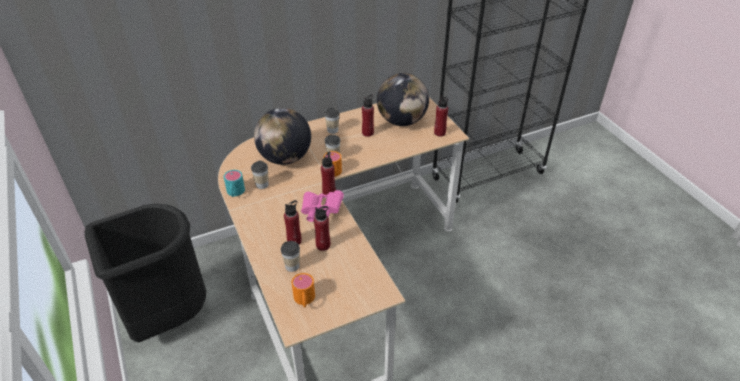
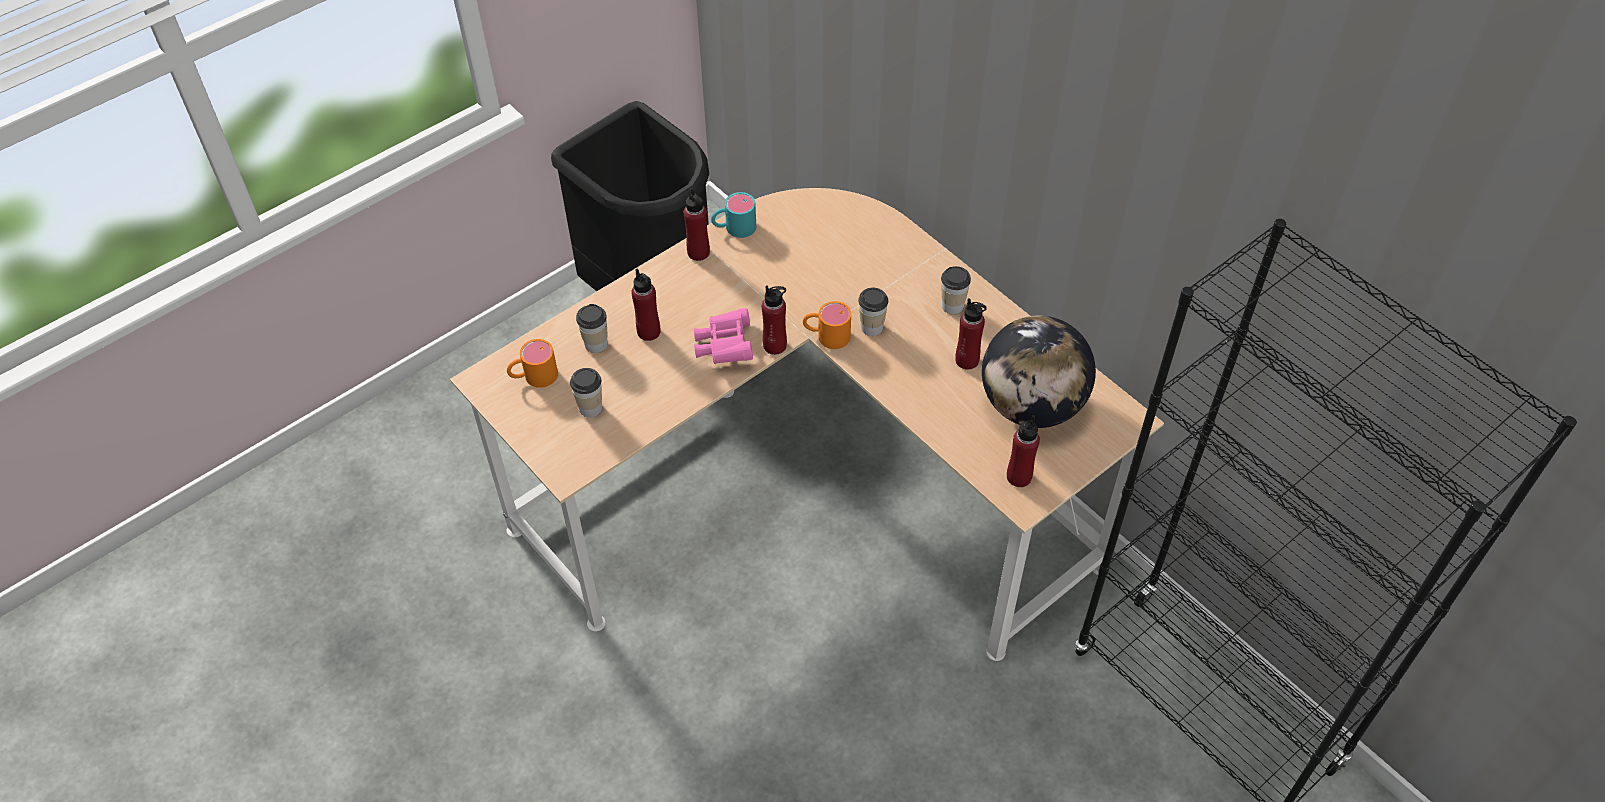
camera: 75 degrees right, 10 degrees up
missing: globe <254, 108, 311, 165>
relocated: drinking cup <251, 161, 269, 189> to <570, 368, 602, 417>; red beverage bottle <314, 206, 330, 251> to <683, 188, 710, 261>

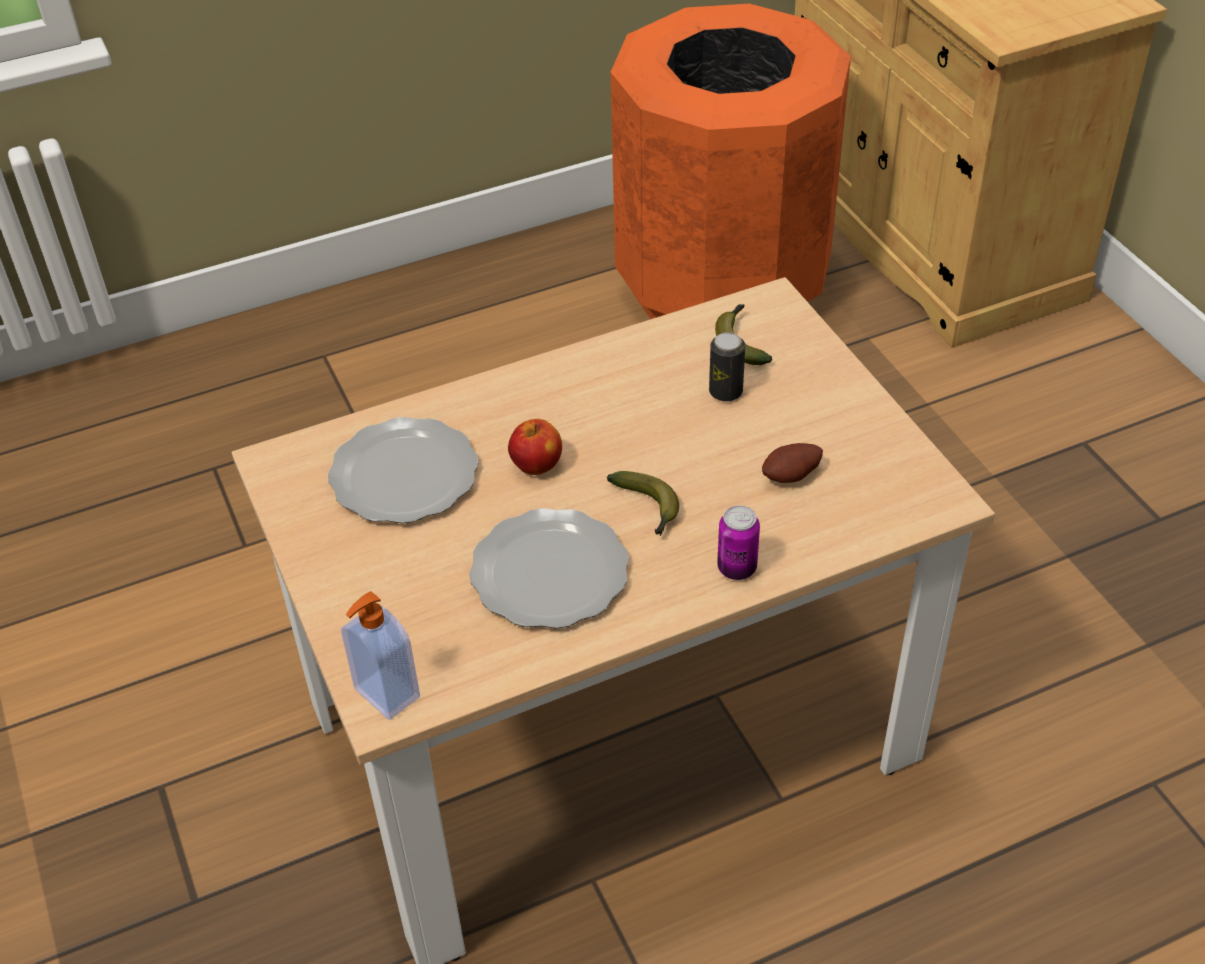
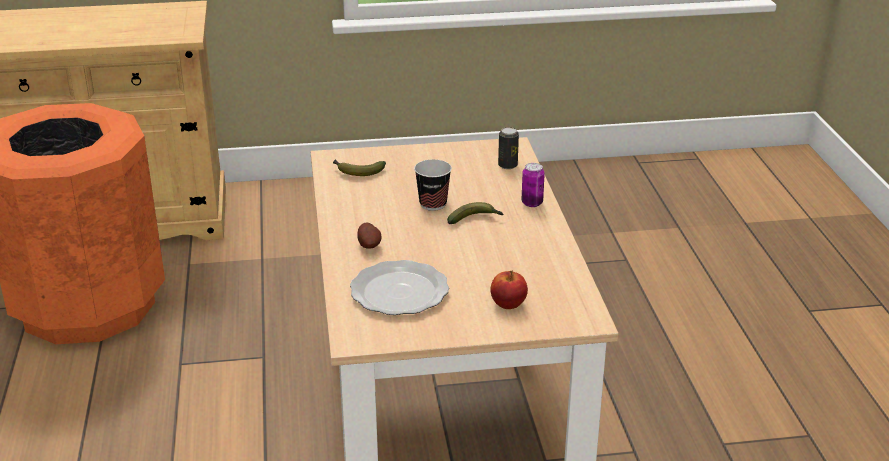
camera: 75 degrees left, 15 degrees down
missing: soap dispenser <341, 591, 420, 720>; flat dish <469, 508, 629, 629>
appeared: drinking cup <414, 159, 452, 211>
relocated: potato <762, 443, 823, 483> to <357, 222, 382, 249>; apple <508, 419, 562, 475> to <490, 271, 528, 309>; sealed can <709, 332, 745, 402> to <498, 127, 519, 169>

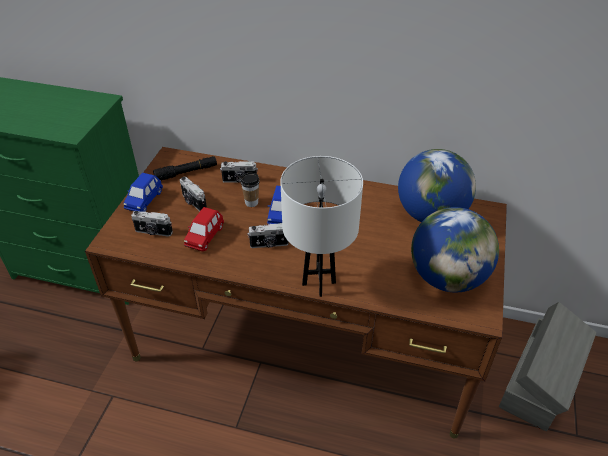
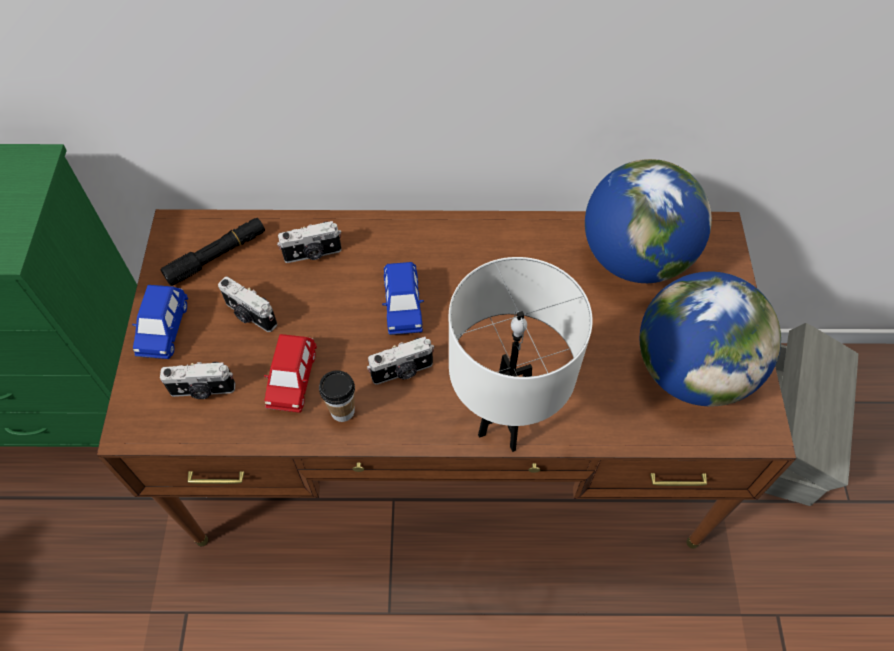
camera: 15 degrees left, 15 degrees up
relocated: drinking cup <240, 173, 260, 207> to <319, 370, 355, 422>

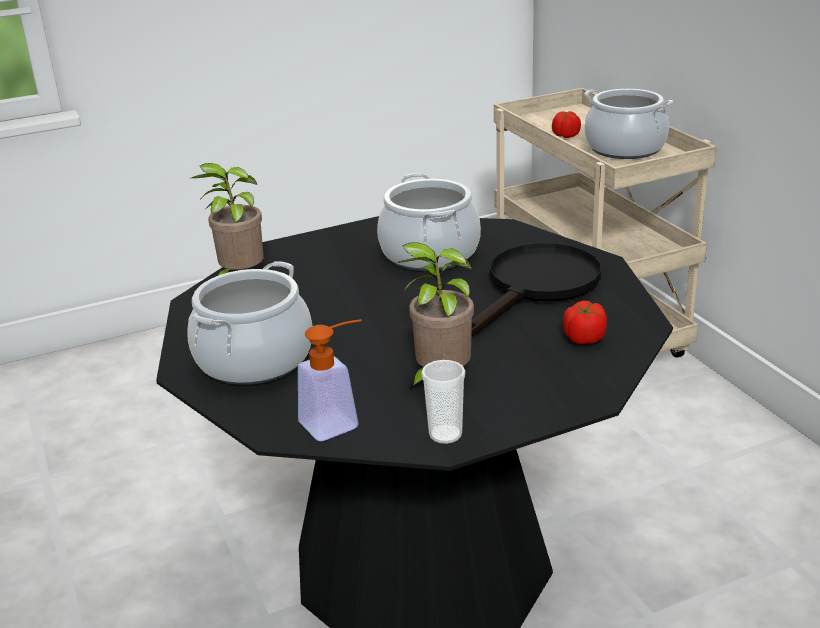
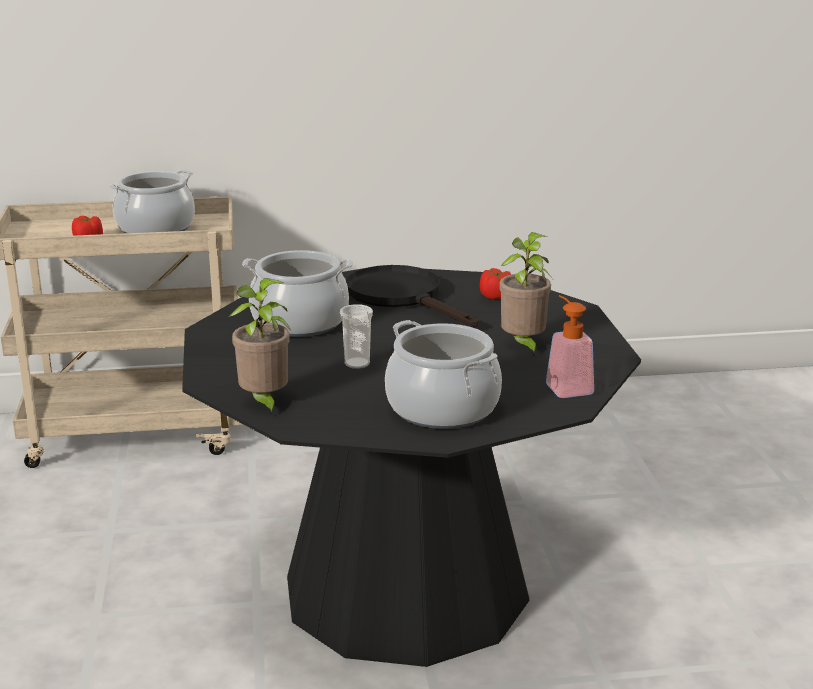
camera: 75 degrees left, 5 degrees down
relocated: drinking cup <421, 360, 466, 444> to <340, 304, 373, 369>

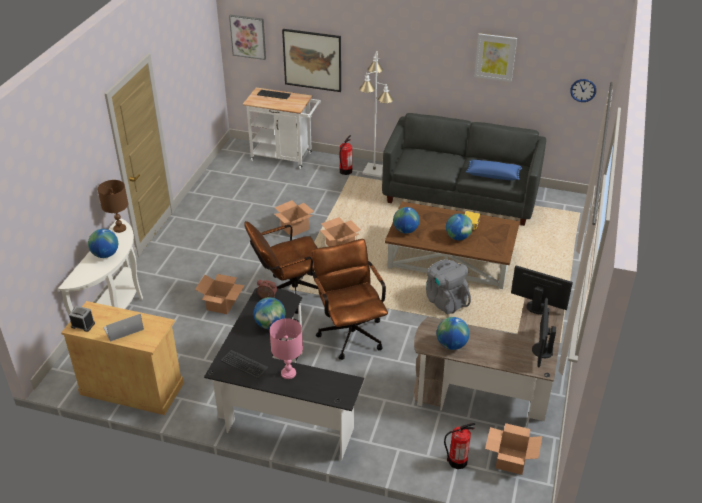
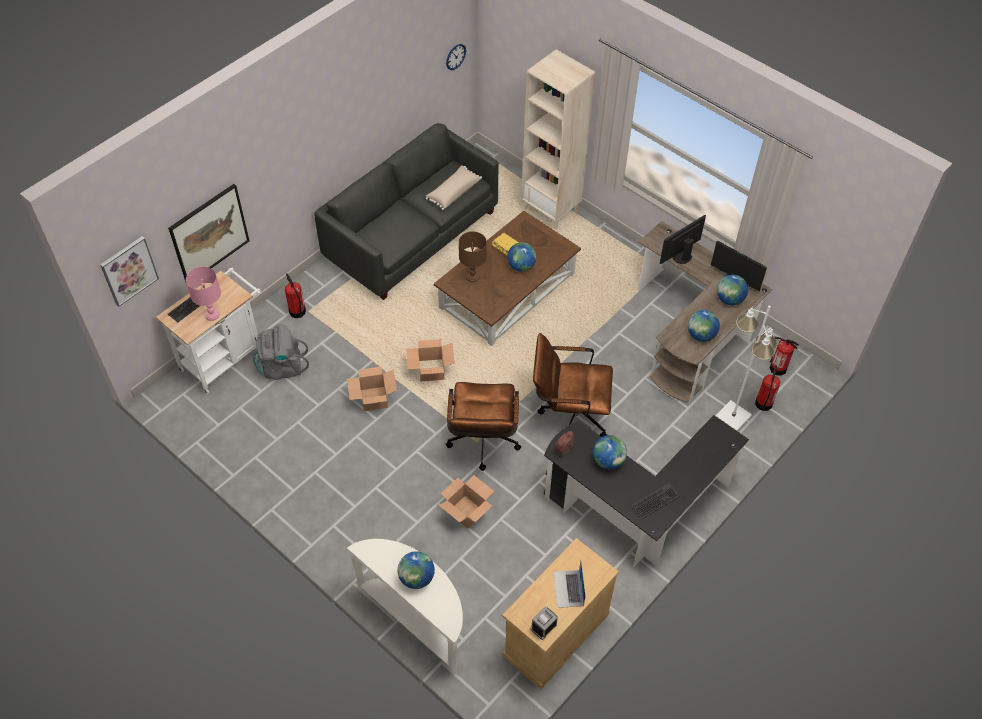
camera: 65 degrees left, 15 degrees up
missing: picture <474, 33, 517, 82>
appeared: sand-coloured shelving unit <521, 49, 595, 230>
relocated: pinkish lamp for a table <270, 318, 303, 379> to <186, 267, 221, 321>; gray backpack <426, 259, 471, 314> to <253, 324, 309, 380>; brownish lamp for a table <98, 180, 128, 233> to <459, 232, 486, 282>; white standard lamp <359, 51, 393, 177> to <716, 306, 777, 431>; globe <393, 207, 420, 234> to <717, 275, 748, 305>
exchanged: cardboard box <485, 423, 542, 475> to fire extinguisher <770, 337, 799, 376>
colour: bluish cushion <466, 160, 522, 180> to sand-coloured cushion <426, 165, 482, 210>

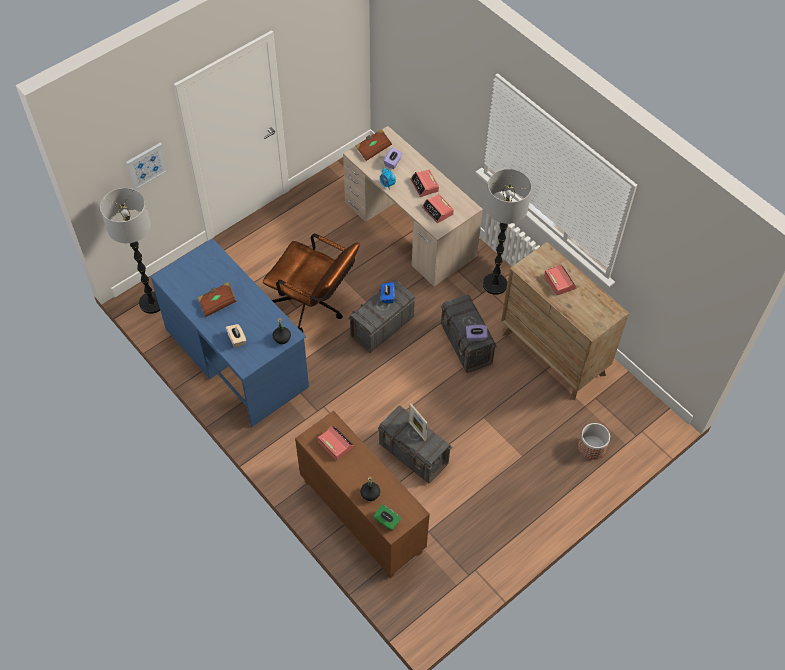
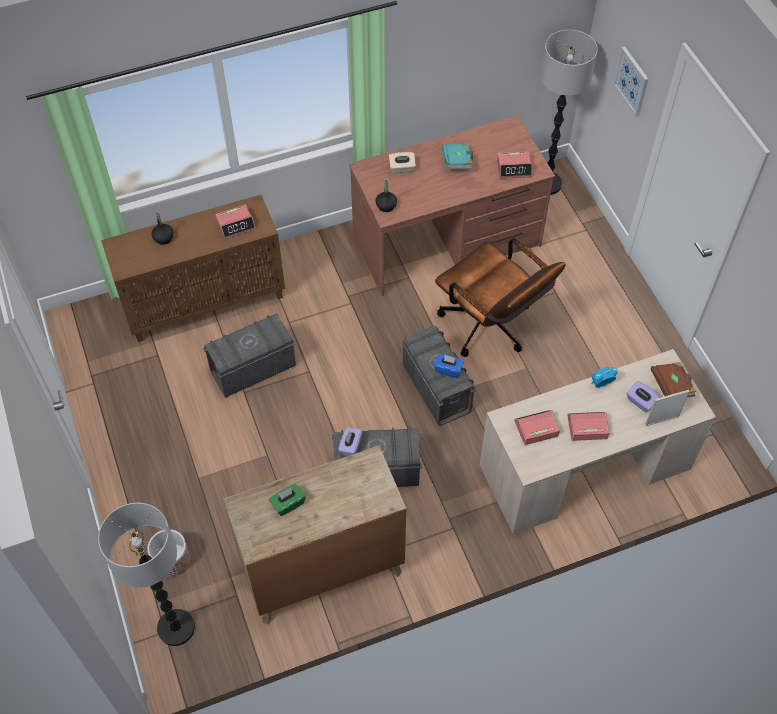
camera: 110 degrees right, 0 degrees up
relocated: standard lamp <483, 169, 532, 295> to <98, 503, 195, 646>; green tissue box <373, 504, 401, 531> to <269, 484, 306, 516>; alarm clock <544, 264, 577, 295> to <497, 151, 532, 179>; photo frame <409, 403, 428, 441> to <645, 390, 690, 426>
colour: bluish desk unit <150, 238, 309, 427> to brownish desk unit <349, 115, 555, 296>; brownish bound book <198, 282, 236, 317> to turquoise-coloured bound book <442, 143, 473, 169>
spun: brownish computer chair <263, 234, 359, 333> = <435, 238, 565, 357> 90 degrees counterclockwise

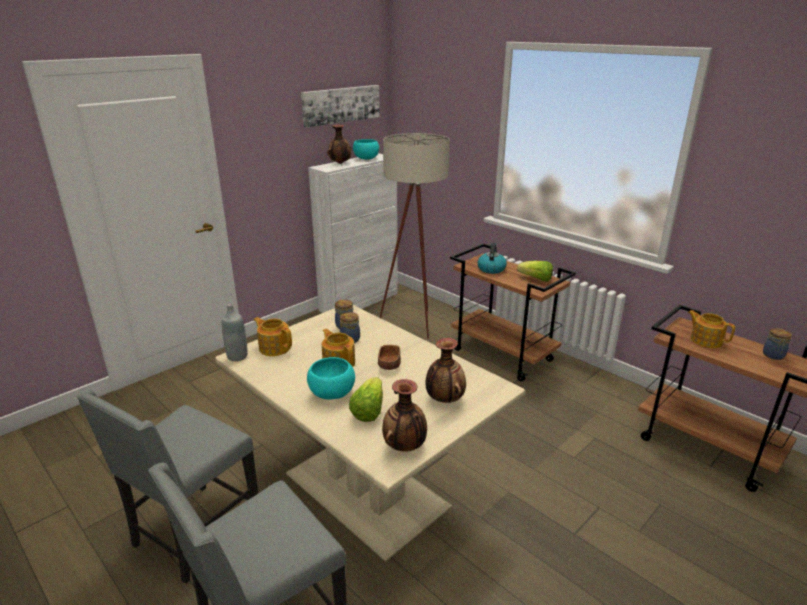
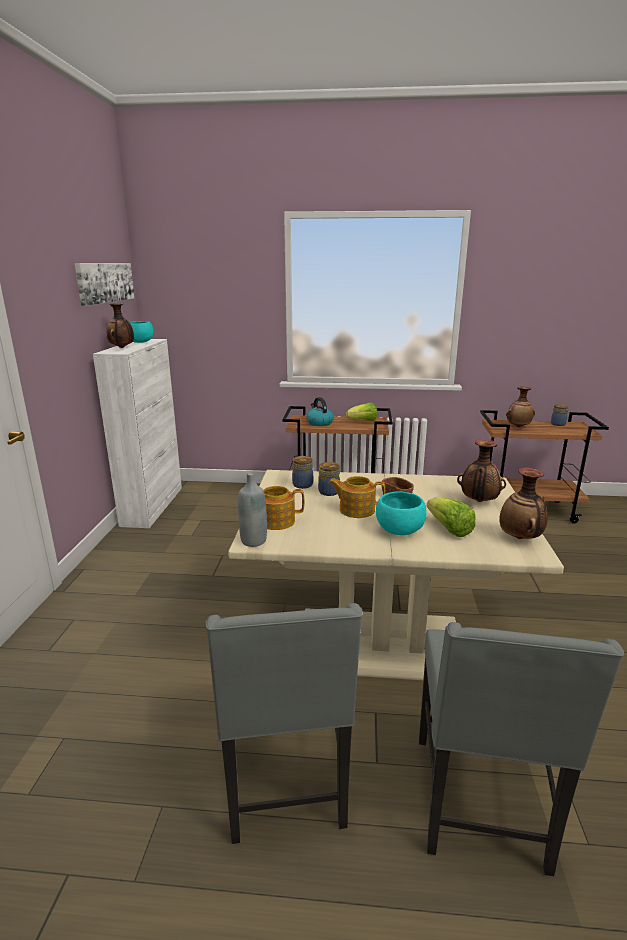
camera: 40 degrees left, 5 degrees down
missing: sand-coloured standard lamp <379, 133, 450, 339>
exchanged: tea pot <688, 310, 735, 348> to flower vase <506, 387, 535, 427>

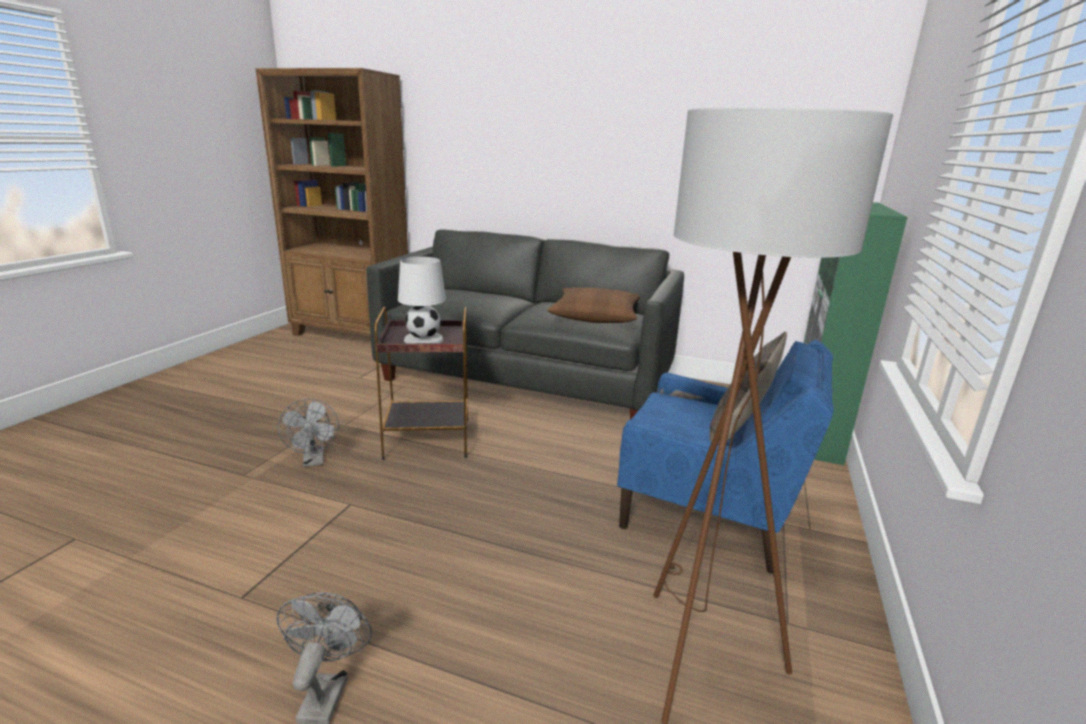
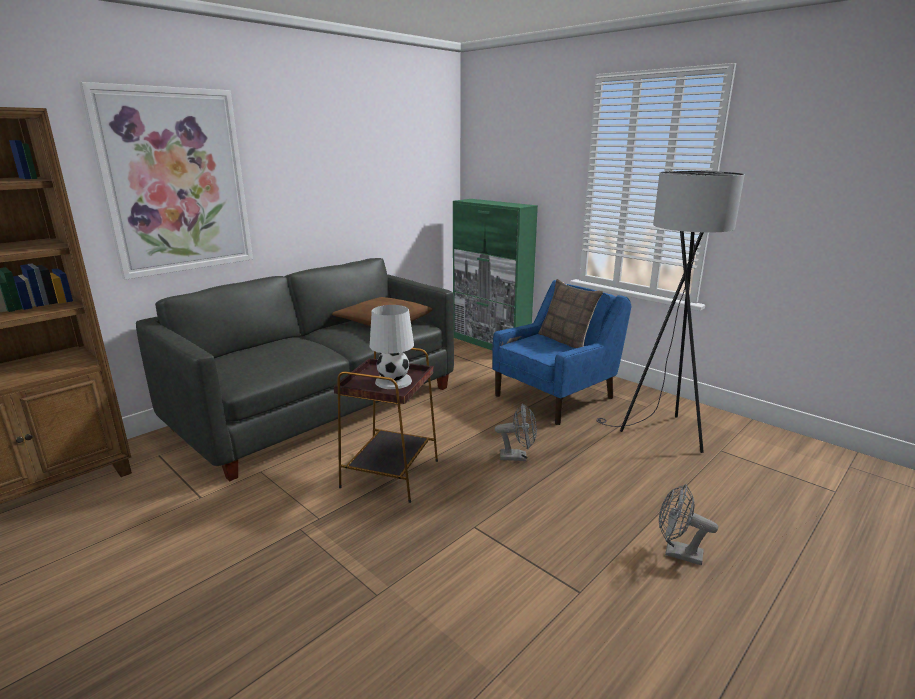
camera: 65 degrees left, 0 degrees up
appeared: picture <79, 82, 253, 280>
relocated: gray electric fan <278, 399, 339, 467> to <495, 403, 537, 461>
colour: brownish standard lamp <653, 107, 893, 724> to gray standard lamp <596, 171, 745, 453>

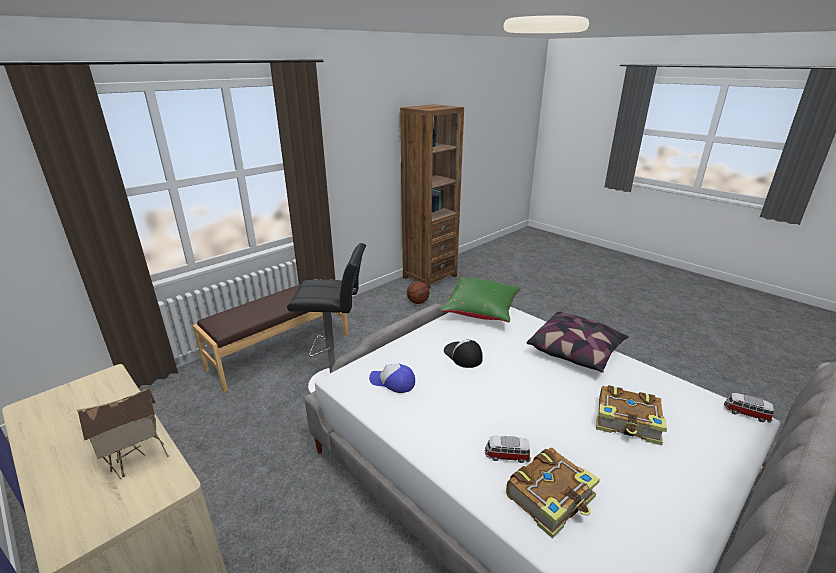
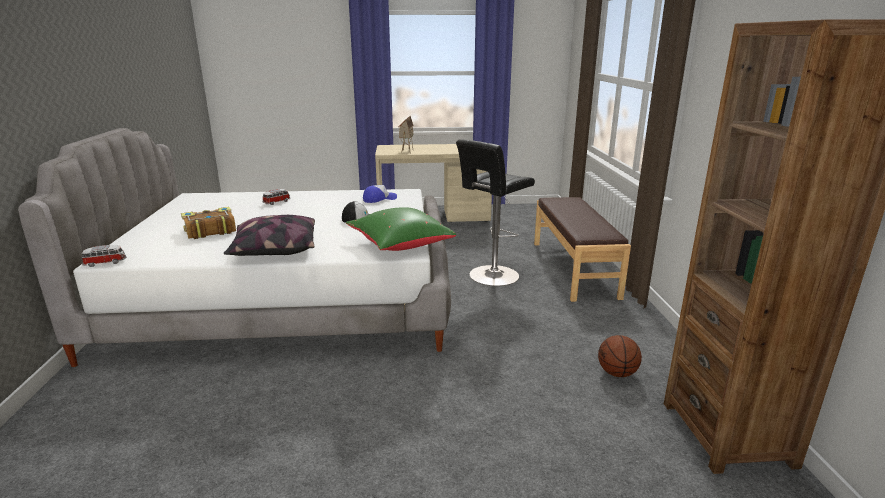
camera: 130 degrees right, 5 degrees down
missing: bound book <506, 448, 600, 538>

